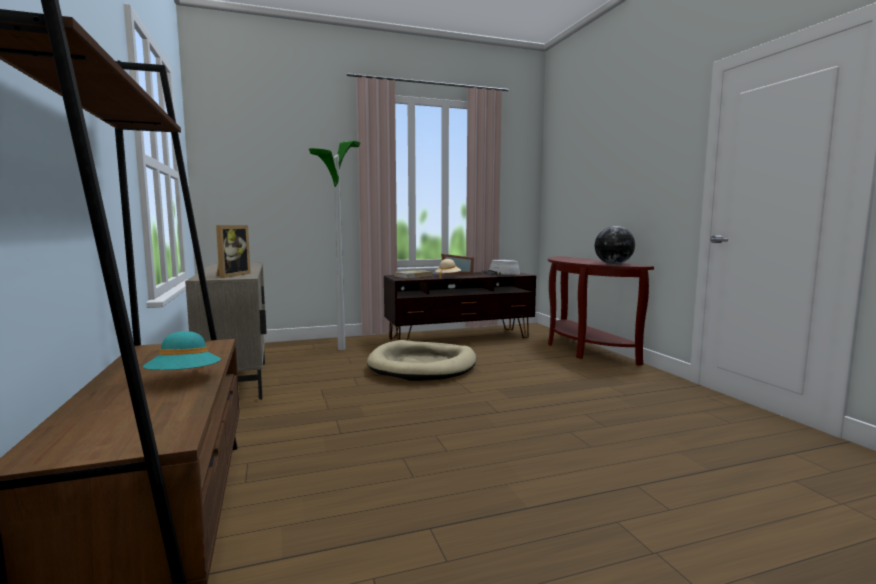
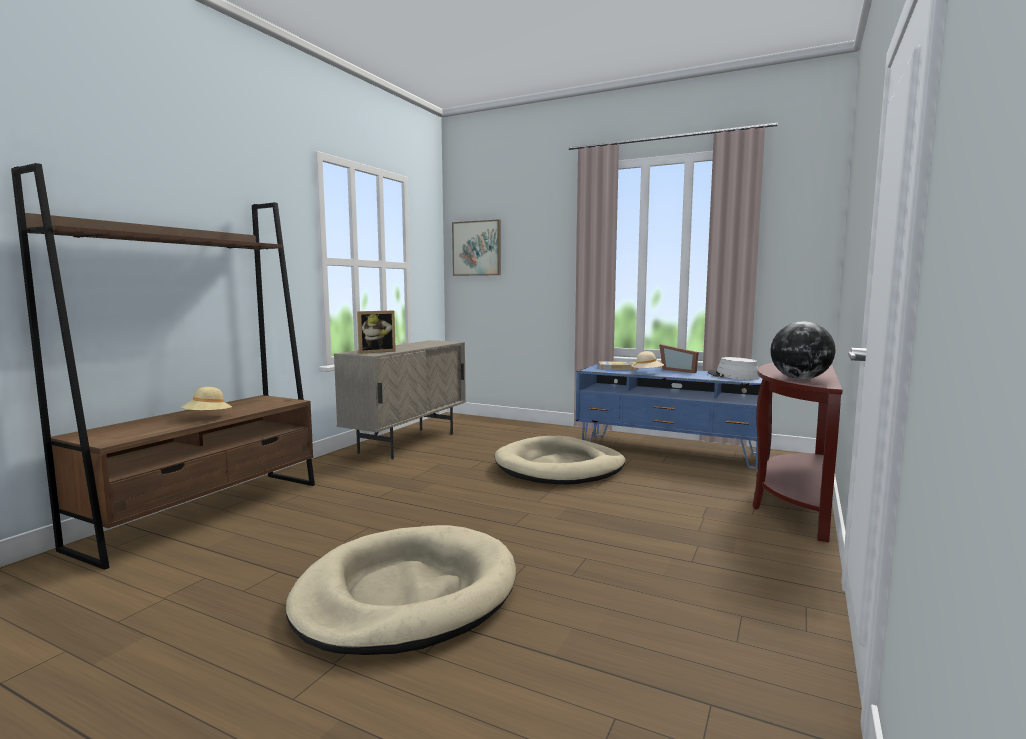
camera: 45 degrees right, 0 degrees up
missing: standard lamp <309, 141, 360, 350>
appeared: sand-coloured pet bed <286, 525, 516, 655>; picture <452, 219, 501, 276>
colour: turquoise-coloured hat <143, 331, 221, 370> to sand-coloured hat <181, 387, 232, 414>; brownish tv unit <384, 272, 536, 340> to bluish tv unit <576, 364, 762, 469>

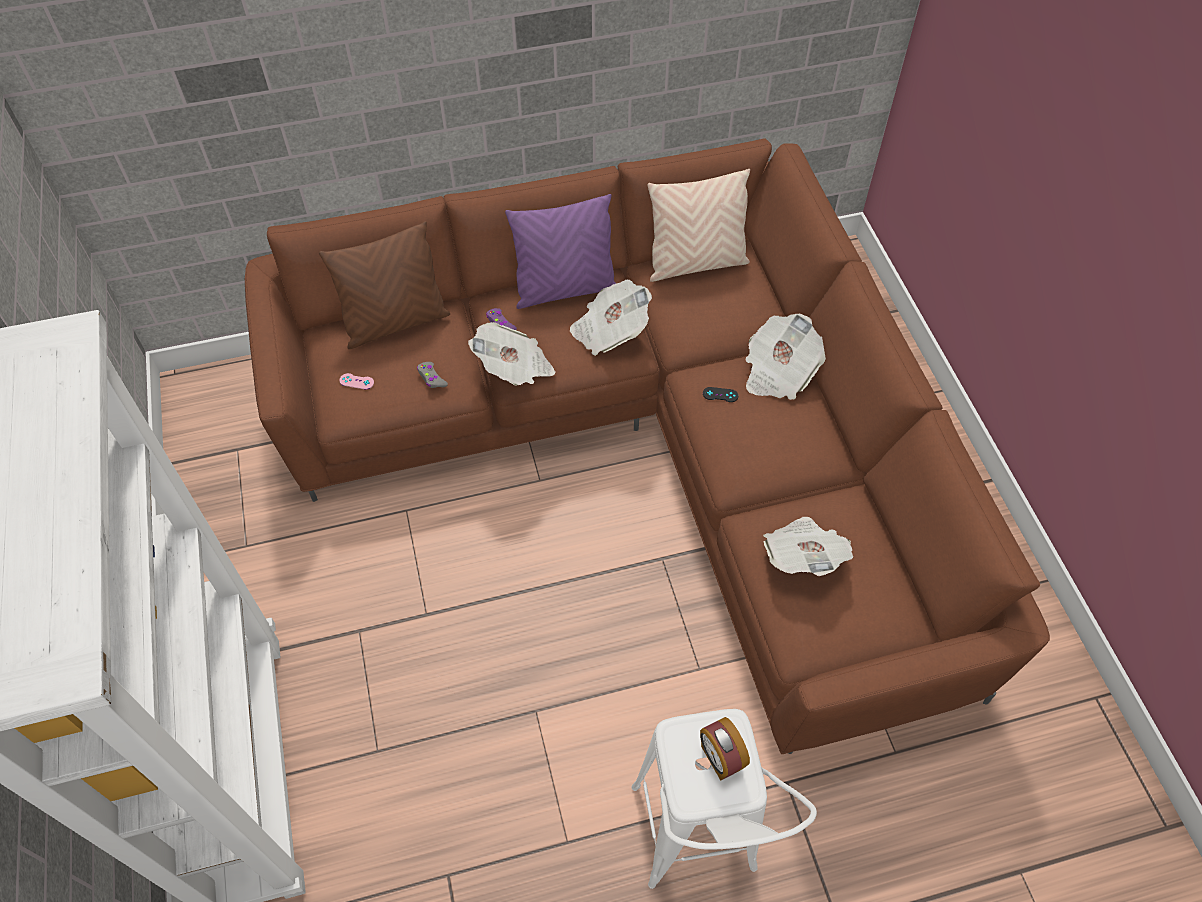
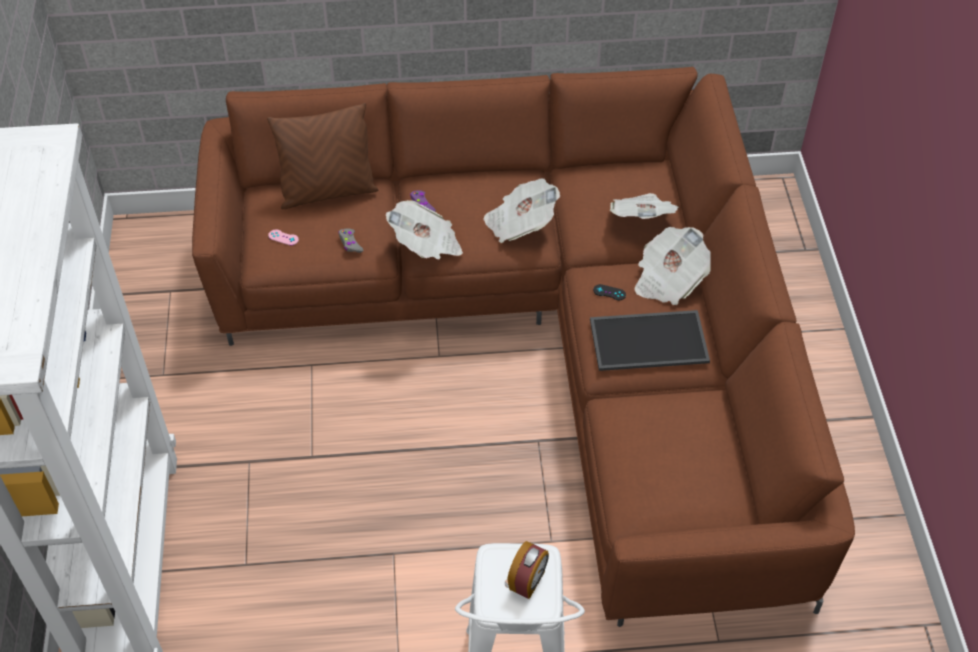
camera: 10 degrees right, 5 degrees down
missing: purple-coloured cushion <505, 194, 616, 309>; sand-coloured cushion <647, 169, 750, 282>
appeared: serving tray <590, 310, 710, 371>
relocated: daily paper <763, 517, 853, 576> to <610, 193, 679, 219>
spun: alarm clock <700, 717, 750, 781> = <507, 541, 549, 599> 135 degrees counterclockwise

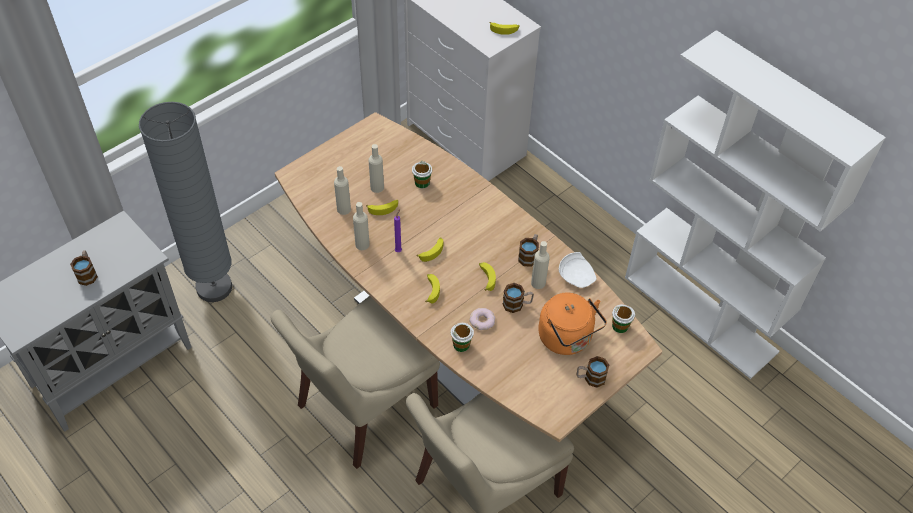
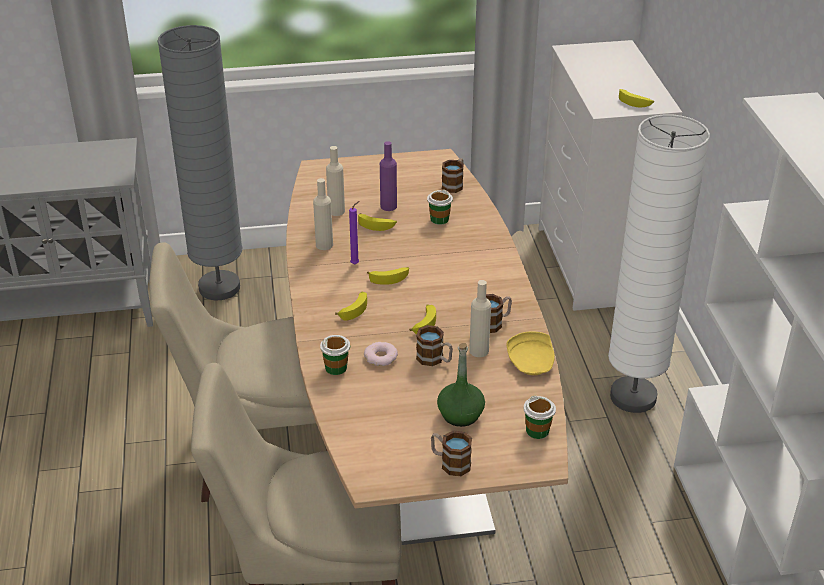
camera: 35 degrees right, 15 degrees down
appeared: white standard lamp <608, 114, 710, 413>
relocated: mug <70, 250, 98, 286> to <442, 158, 464, 193>
exchanged: orangey kettle <538, 292, 607, 355> to green beverage bottle <437, 343, 485, 427>
colour: sand-coloured beverage bottle <369, 144, 384, 193> to purple-coloured beverage bottle <380, 141, 397, 211>; white flat dish <559, 252, 596, 288> to yellow-coloured flat dish <507, 332, 555, 375>

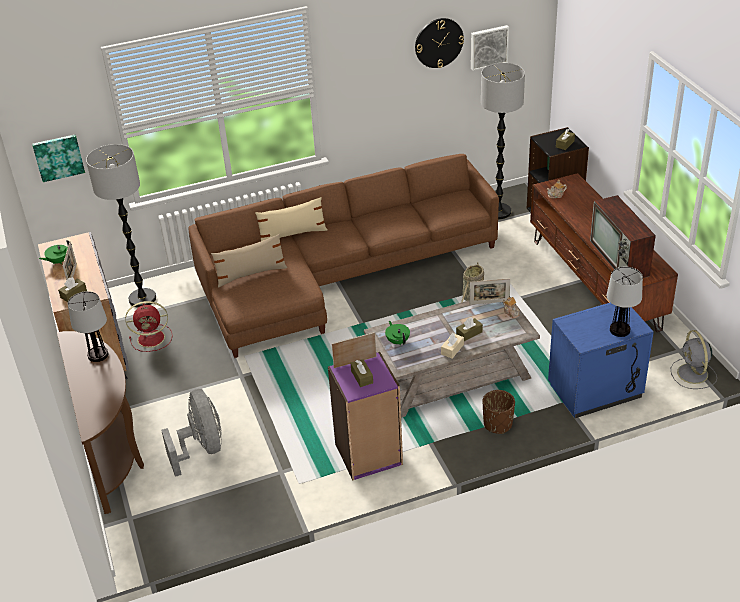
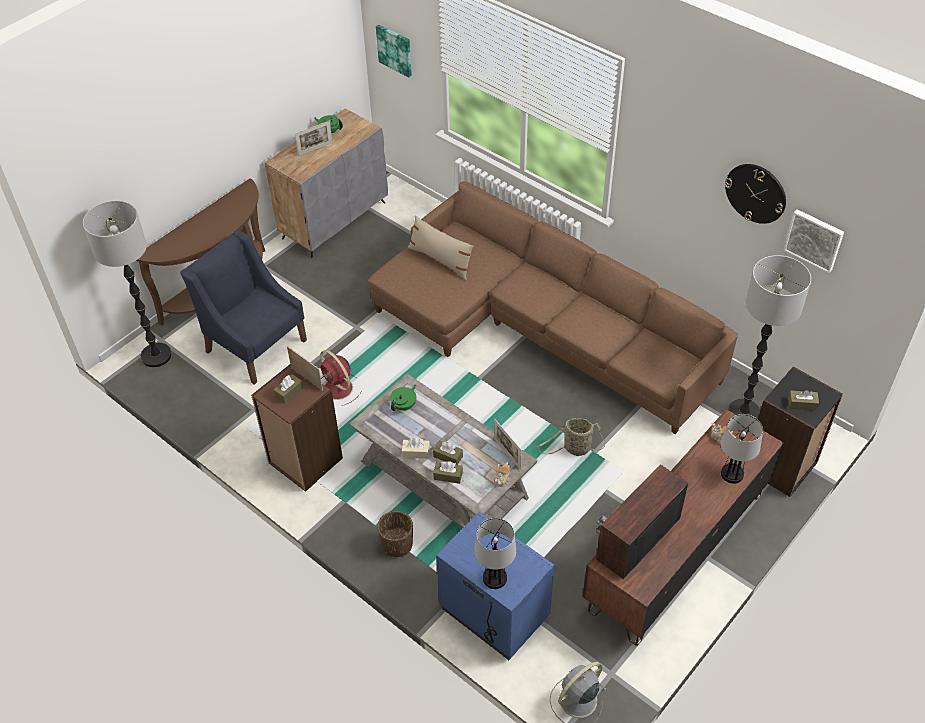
camera: 60 degrees right, 10 degrees up
missing: sand-coloured cushion <255, 197, 327, 241>
relocated: standard lamp <86, 144, 156, 308> to <83, 201, 172, 367>; red electric fan <125, 301, 173, 352> to <320, 350, 361, 406>; brownish tissue box <58, 277, 87, 302> to <433, 461, 463, 484>; lamp for a table <68, 291, 108, 362> to <721, 414, 763, 484>
exchanged: gray electric fan <161, 389, 222, 477> to bluish easy chair <180, 230, 307, 385>
colour: purple-coloured shelving unit <328, 352, 403, 481> to brownish shelving unit <251, 364, 343, 492>

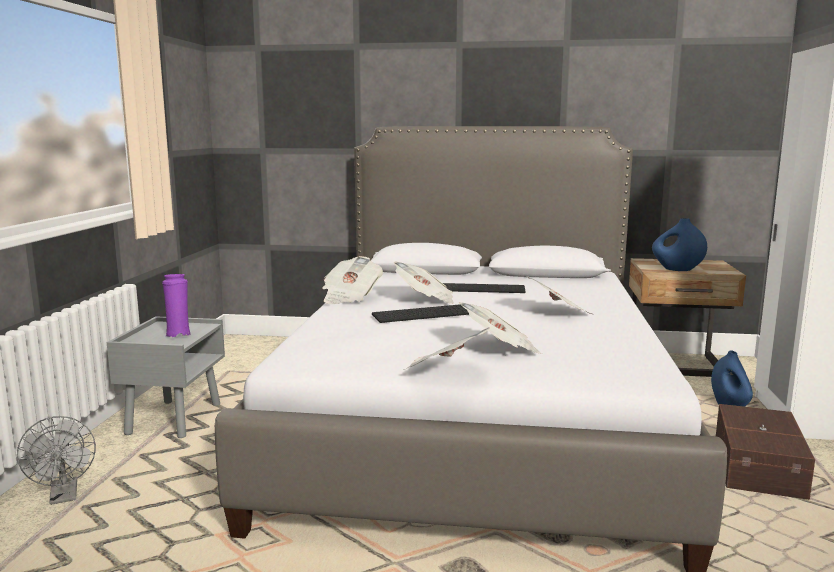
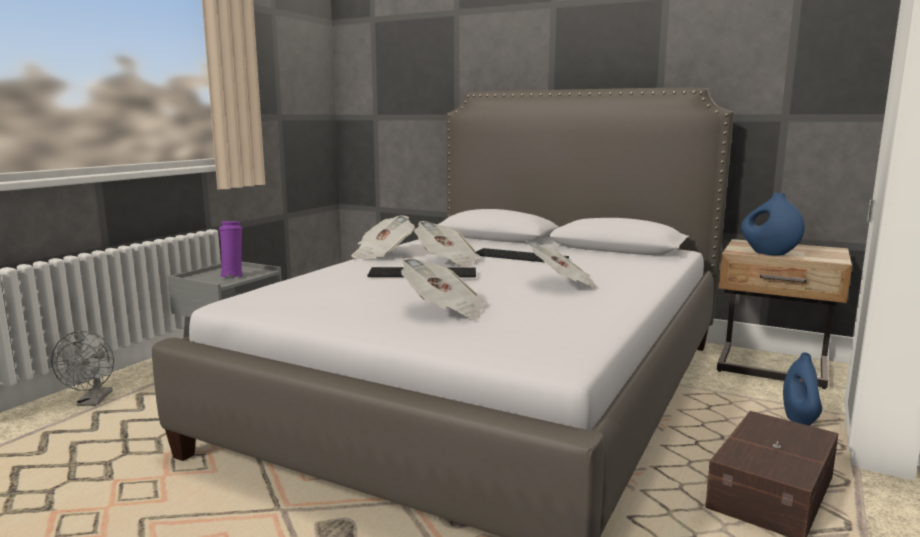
camera: 20 degrees right, 0 degrees up
missing: daily paper <404, 327, 490, 370>

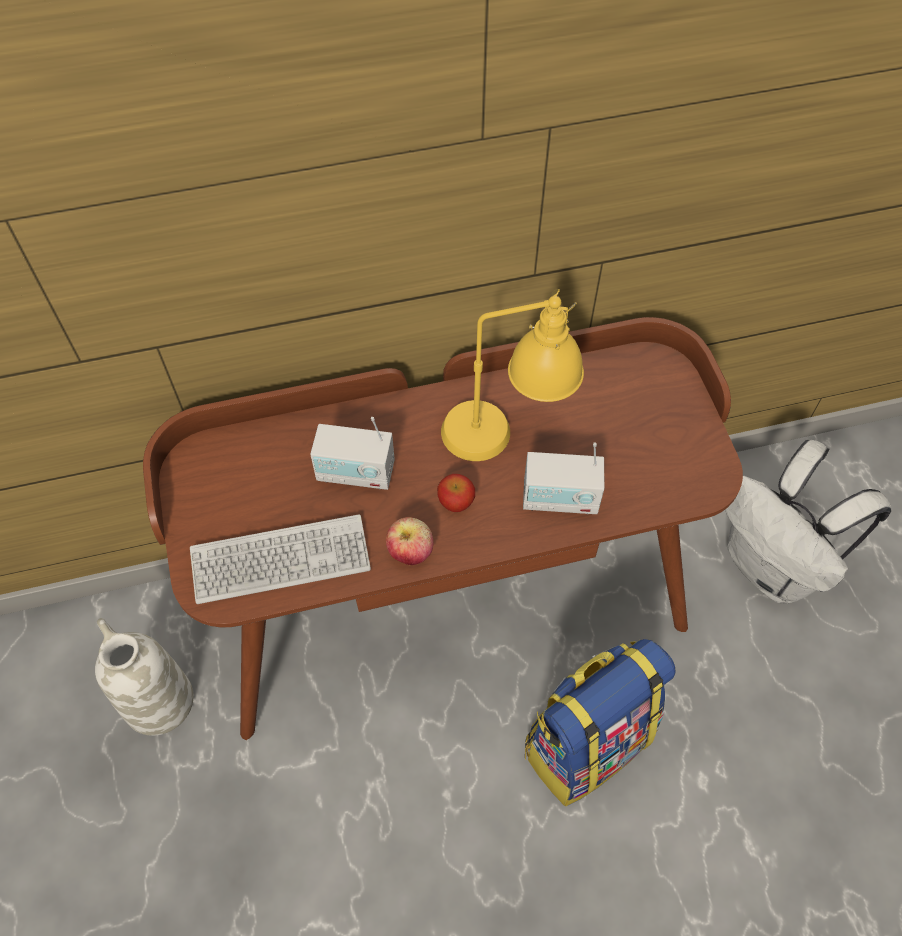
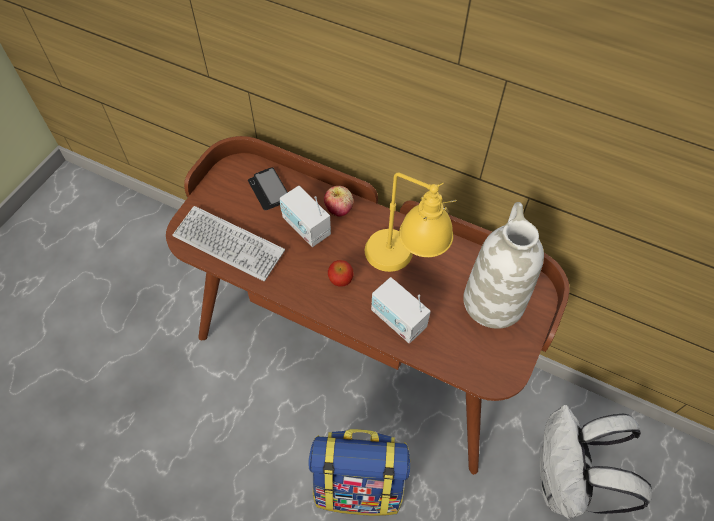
camera: 40 degrees right, 0 degrees up
appeared: phone <248, 167, 288, 210>
relocated: apple <386, 517, 433, 565> to <324, 186, 353, 217>; white flower vase <95, 618, 194, 736> to <463, 202, 544, 329>

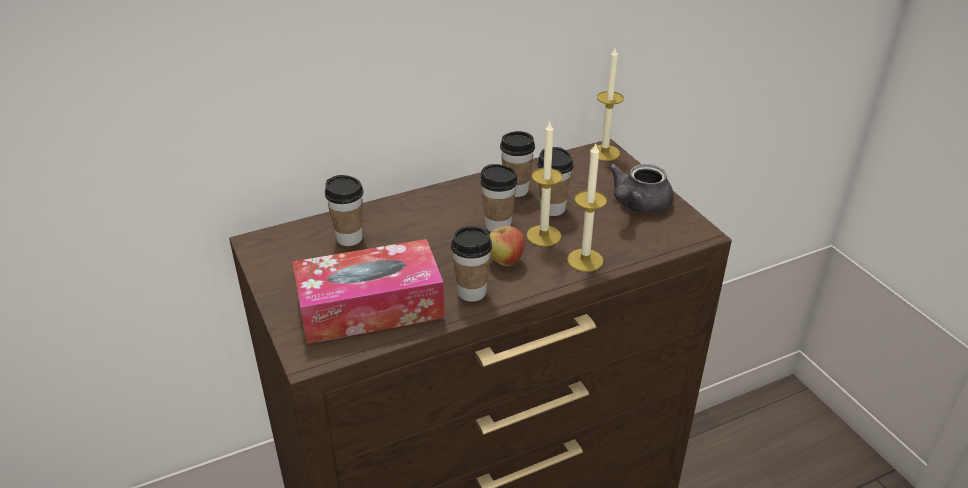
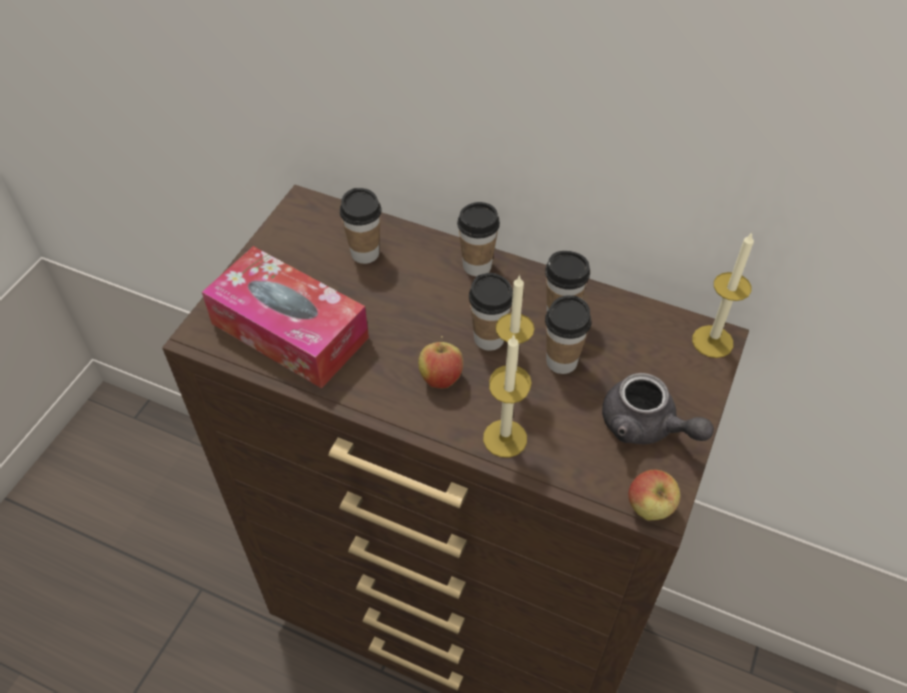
camera: 50 degrees right, 15 degrees up
appeared: apple <629, 469, 680, 521>
relocated: drinking cup <451, 226, 492, 302> to <457, 202, 500, 276>
spun: gray tea pot <608, 164, 674, 214> = <602, 373, 714, 444> 135 degrees counterclockwise

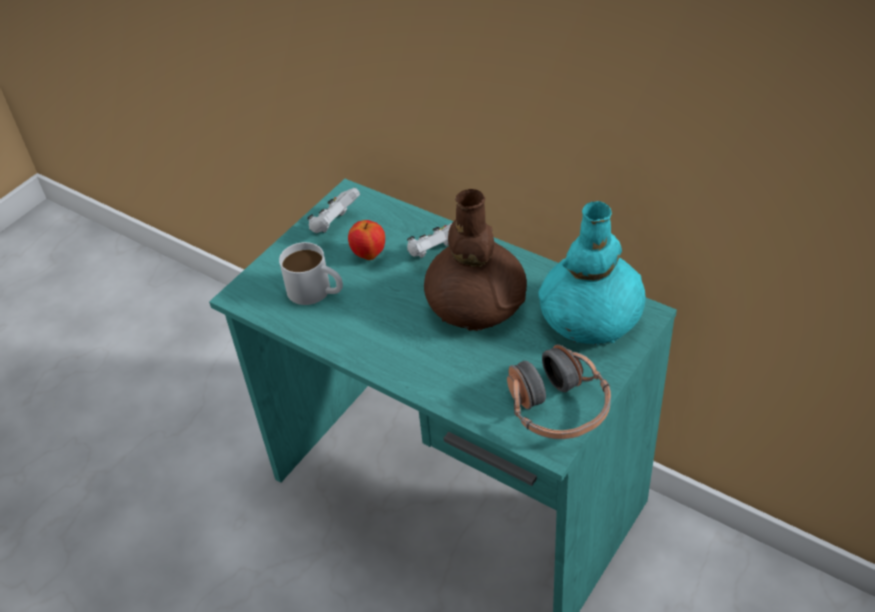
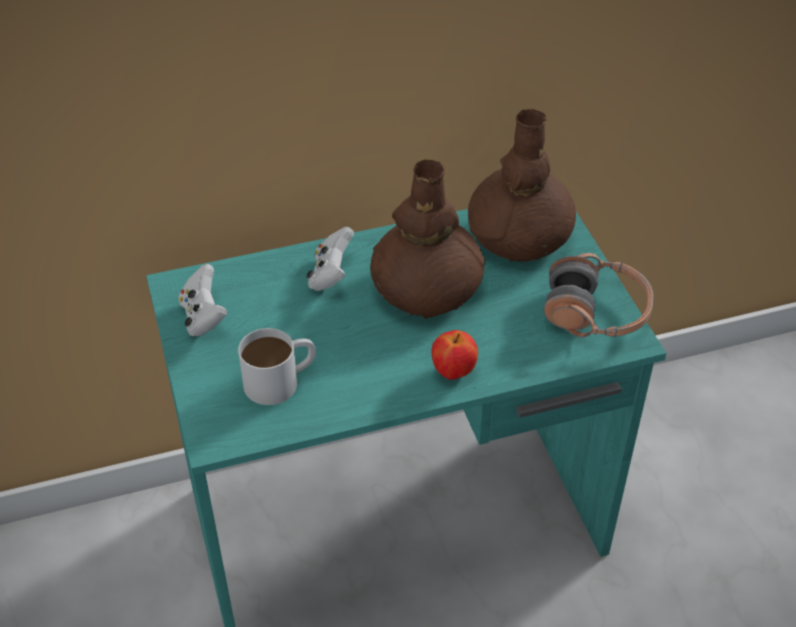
camera: 55 degrees left, 0 degrees up
relocated: apple <348, 220, 385, 260> to <432, 330, 478, 380>
colour: turquoise-coloured flower vase <538, 201, 646, 345> to brownish flower vase <468, 109, 576, 263>

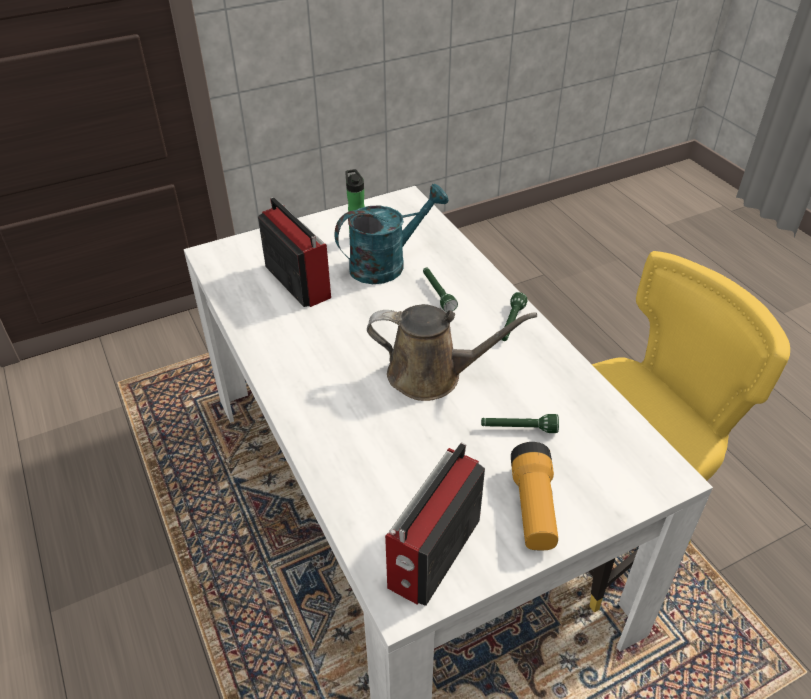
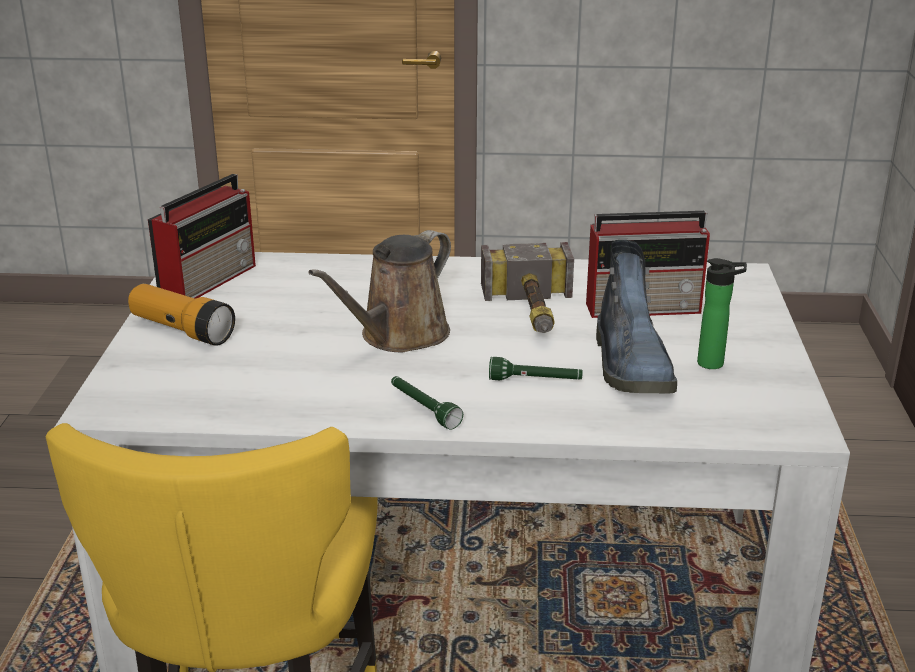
camera: 120 degrees right, 15 degrees down
missing: green hand torch <481, 414, 559, 433>
appeared: hand hammer <481, 242, 574, 333>
exchanged: turquoise-coloured watering can <335, 184, 449, 284> to boot <596, 240, 677, 393>
spun: radio set <385, 442, 485, 606> = <148, 174, 256, 299> 60 degrees clockwise

